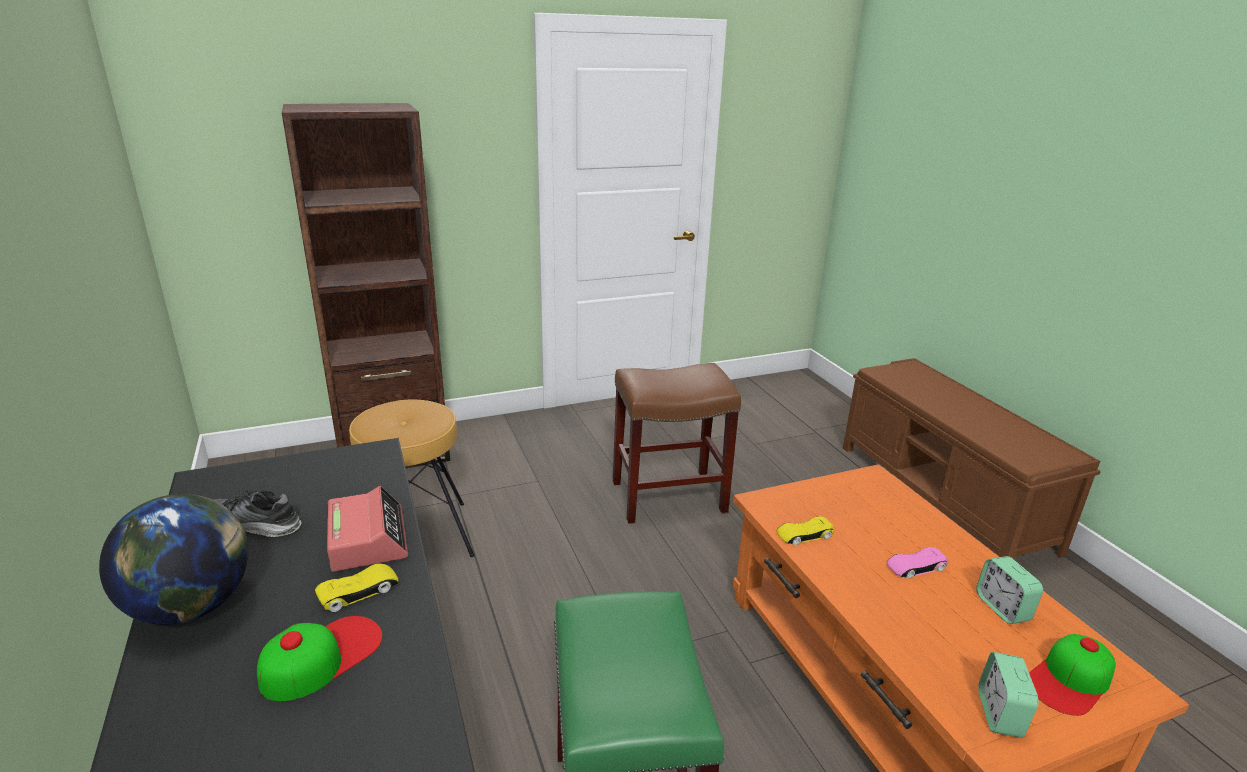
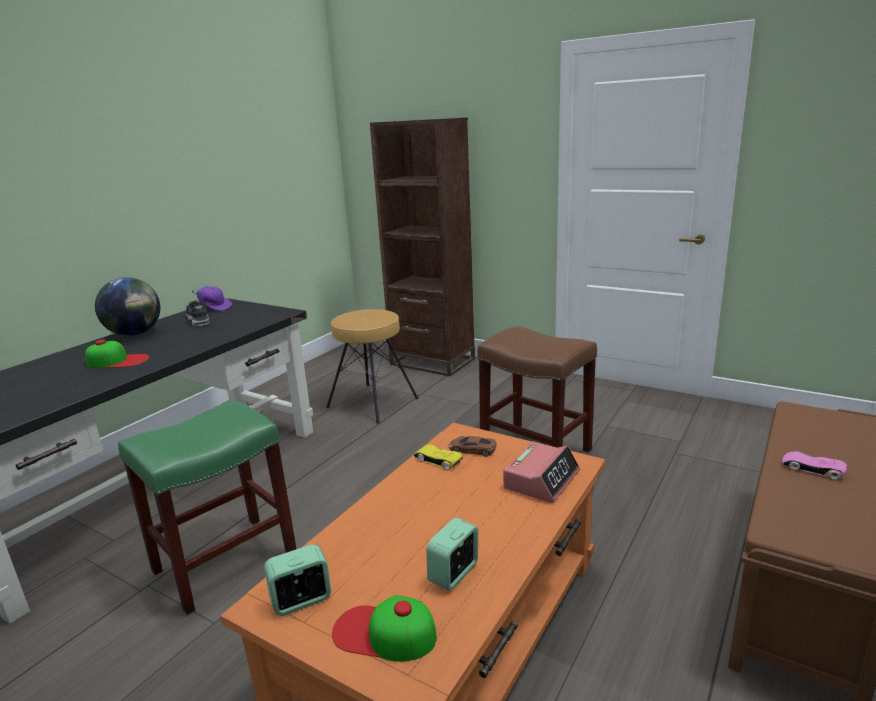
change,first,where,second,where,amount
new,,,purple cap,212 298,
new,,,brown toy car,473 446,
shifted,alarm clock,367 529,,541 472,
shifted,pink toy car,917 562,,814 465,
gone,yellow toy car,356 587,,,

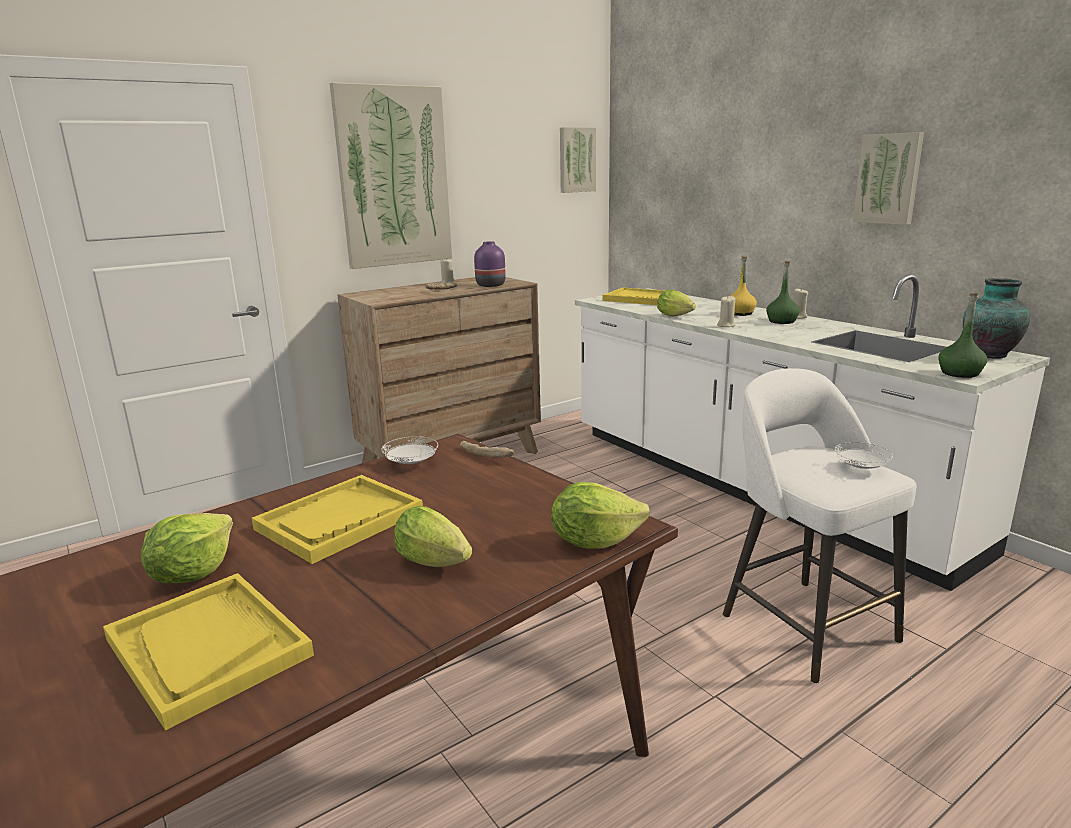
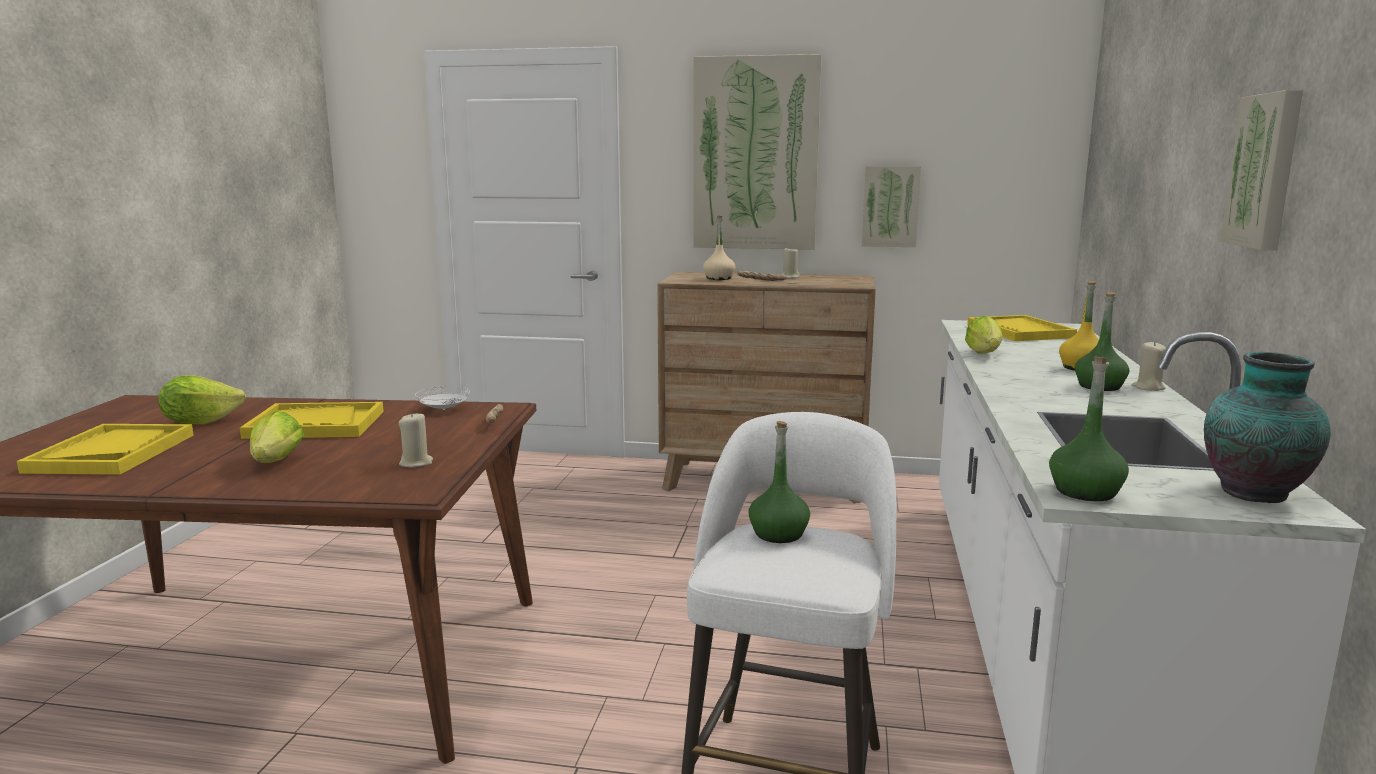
change,first,where,second,where,amount
shifted,beige candle,726 311,,416 439,
new,,,beige bottle,719 248,
new,,,green bottle,779 482,
shifted,picture,578 160,,891 206,
gone,purple vase,490 264,,,
gone,lettuce,600 515,,,
gone,white plate,864 455,,,

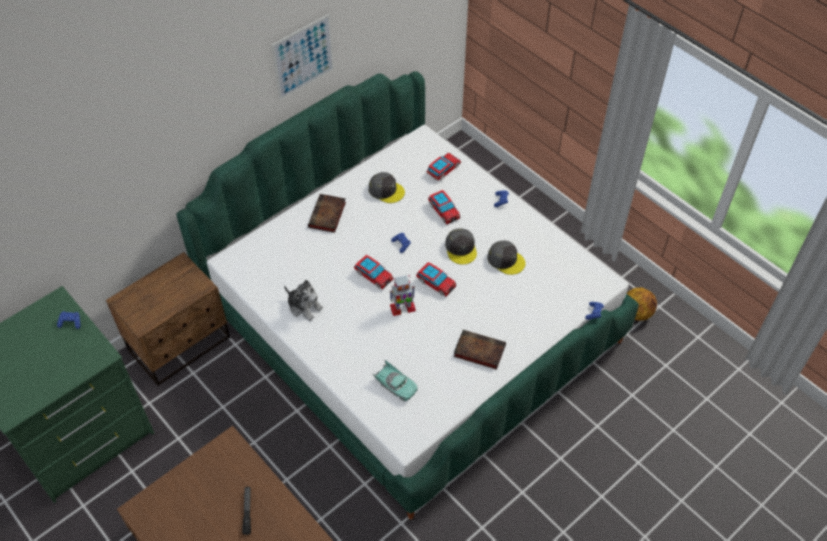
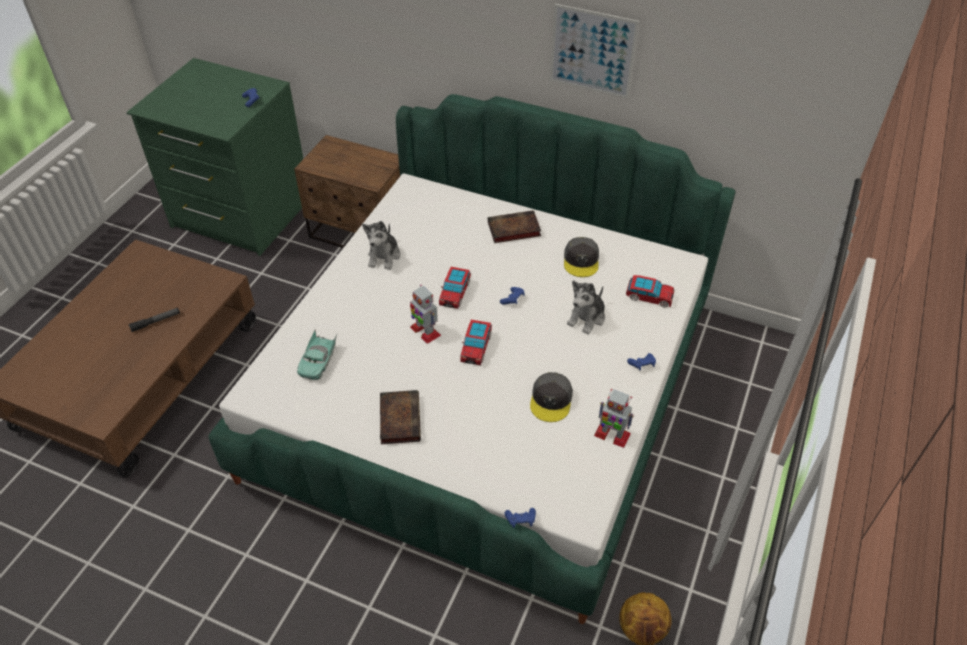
change,first,where,second,where,amount
swapped,toy car,444 207,plush toy,586 307,
new,,,toy robot,614 418,
gone,grey cap,461 246,,,

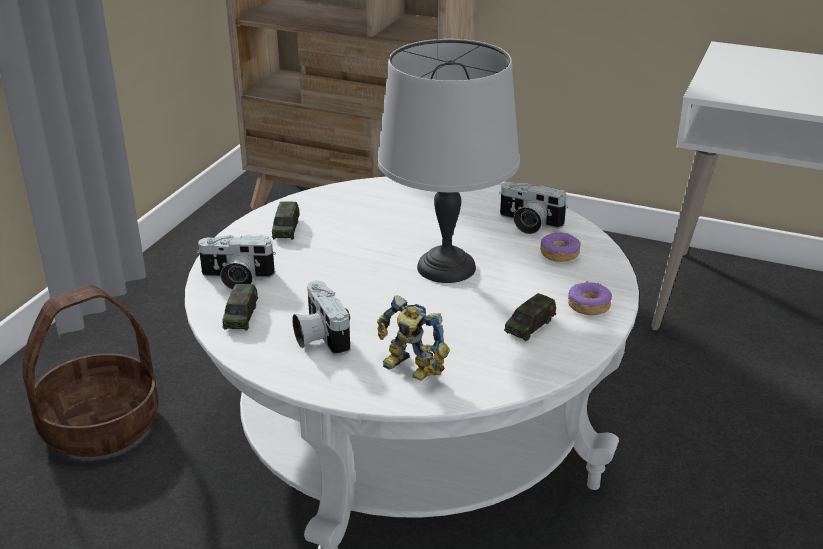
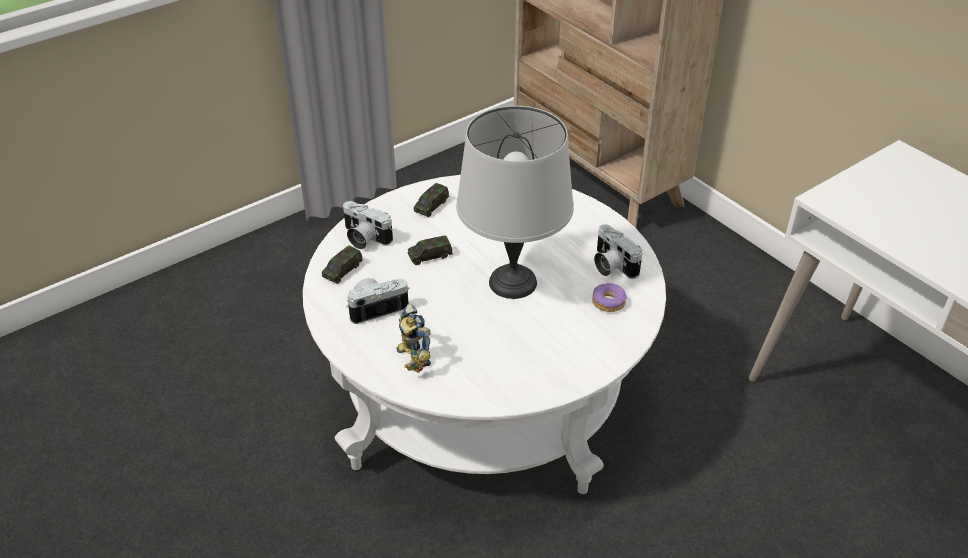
change,first,where,second,where,amount
rotated,photo camera,321 318,,378 301,60 degrees clockwise
shifted,toy car,530 317,,430 250,
gone,basket,90 371,,,
gone,donut,590 298,,,

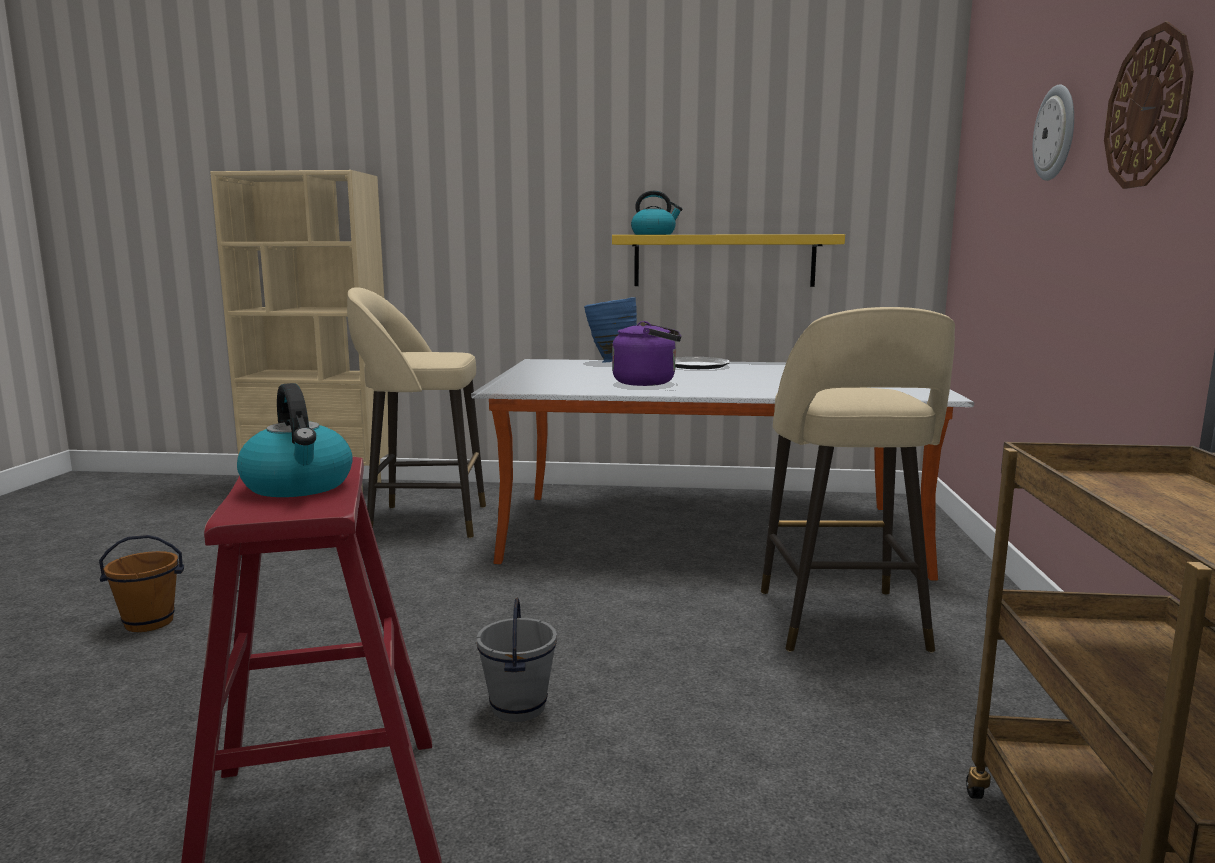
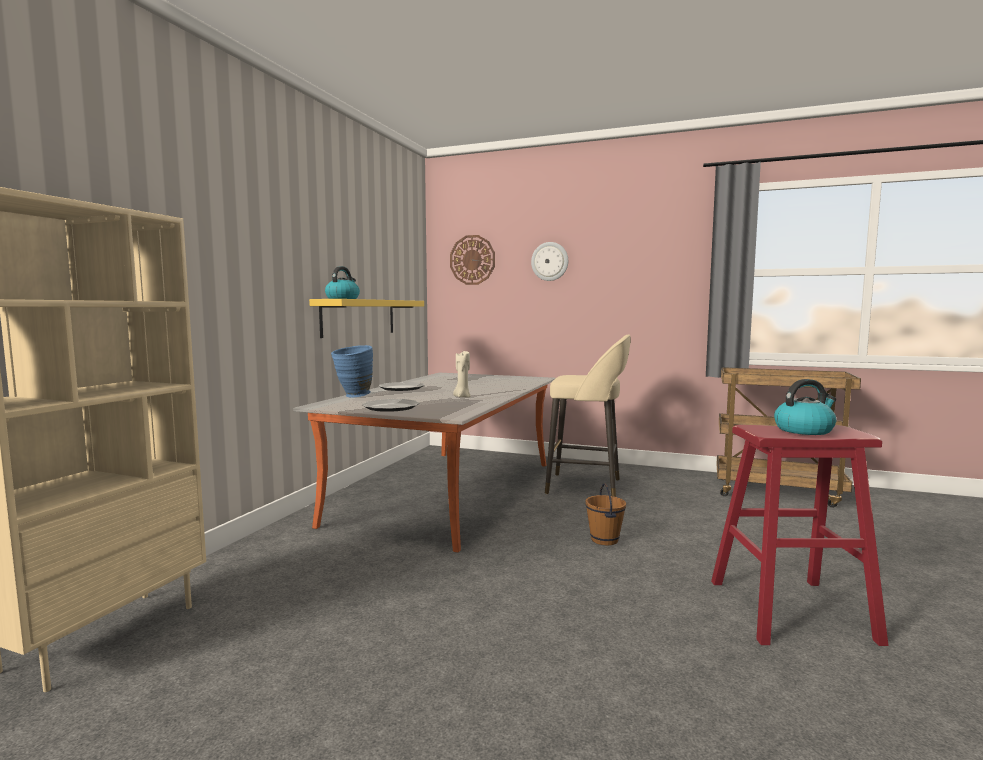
change,first,where,second,where,amount
new,,,plate,391 405,
shifted,wall clock,1149 105,,472 260,
swapped,purple kettle,646 353,beige candle,462 374,
shifted,brown bucket,141 583,,605 514,
gone,beige stool,416 412,,,
gone,grey bucket,516 660,,,

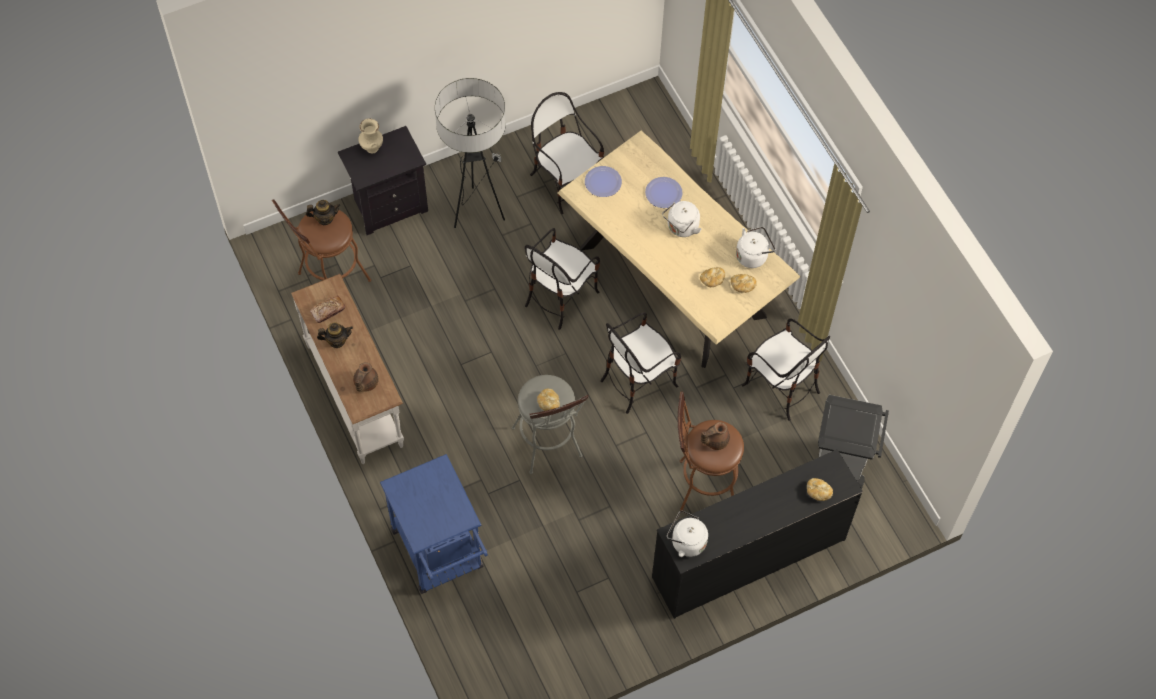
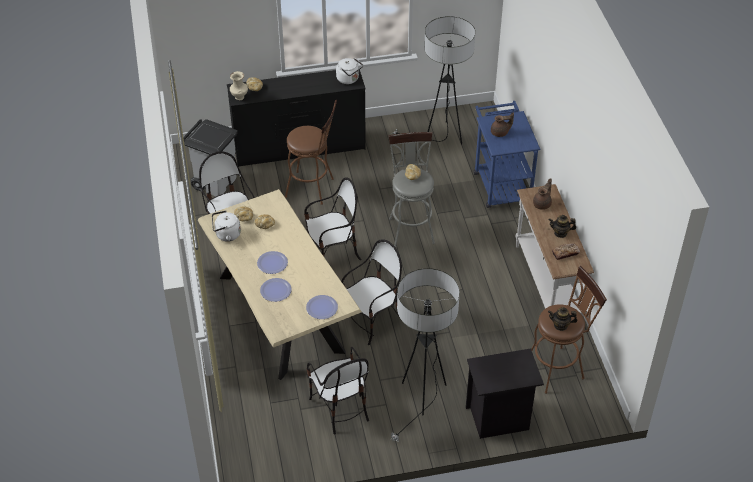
change,first,where,second,where,amount
shifted,beige vase,370 135,,239 85,
swapped,white kettle,681 219,plate,272 262,
new,,,floor lamp,433 80,
shifted,brown teapot,715 436,,502 124,

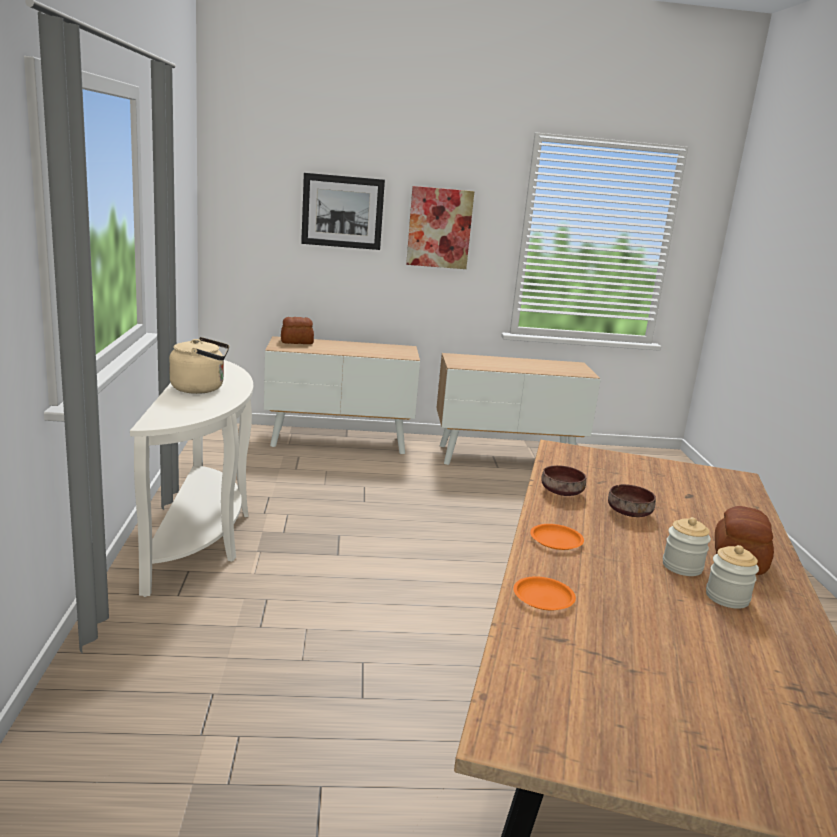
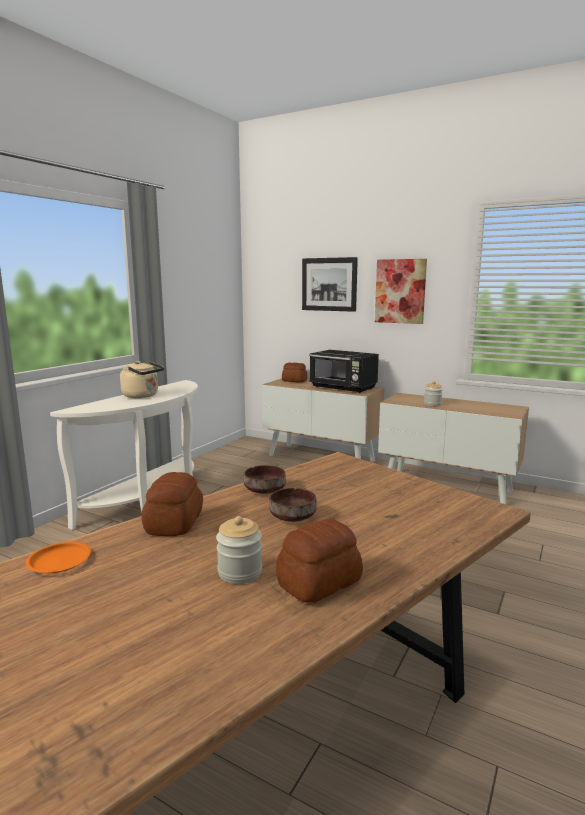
change,first,where,second,where,amount
swapped,orange plate,557 537,bread,172 504,
new,,,black microwave,344 371,
shifted,jar,732 577,,433 393,

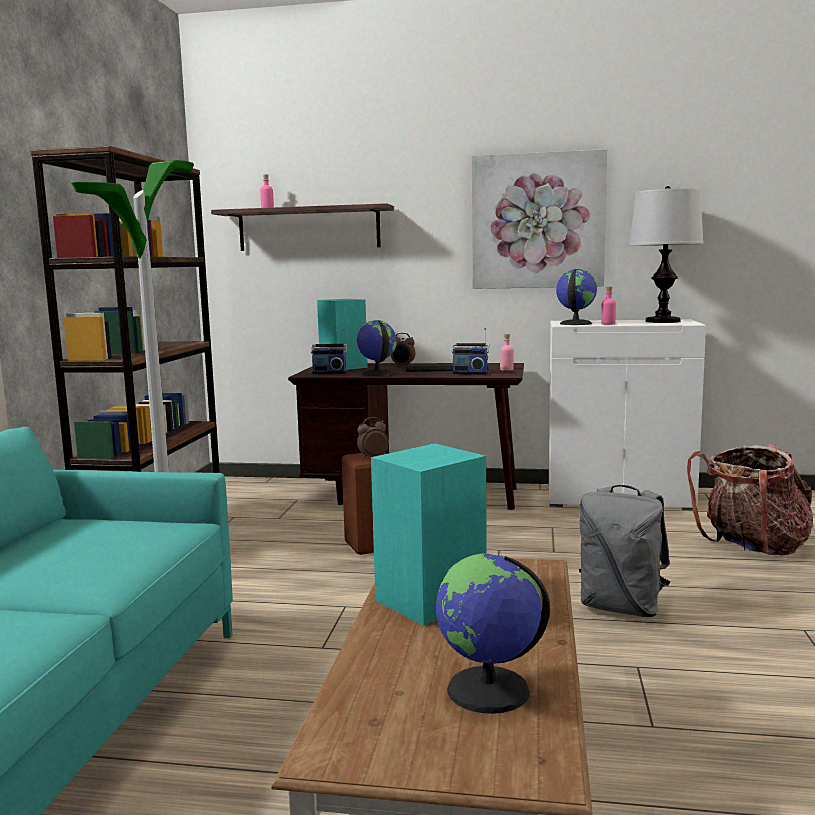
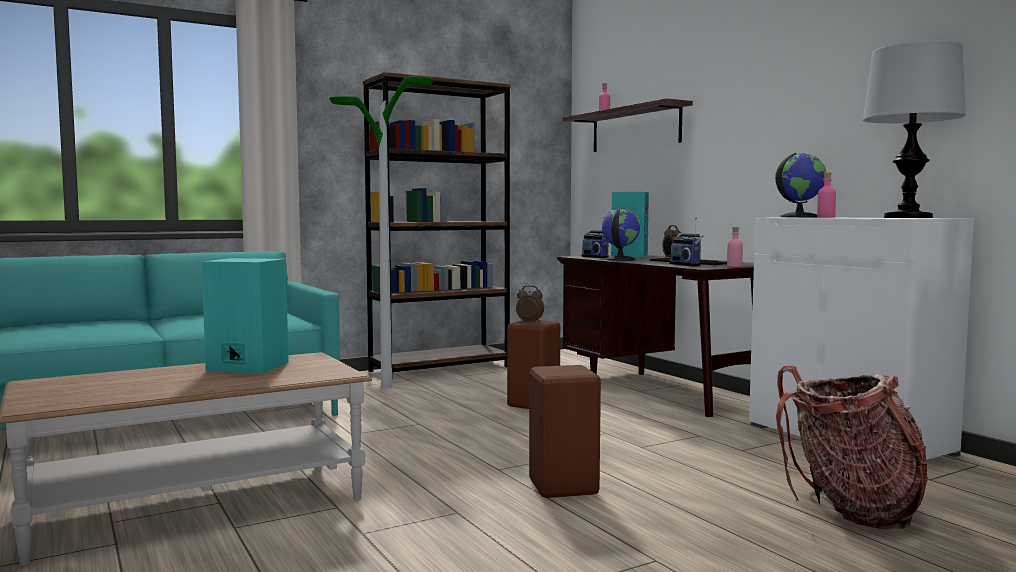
change,first,where,second,where,amount
swapped,grey backpack,624 551,brown stool,565 431,
gone,globe,493 633,,,
gone,picture,539 219,,,

